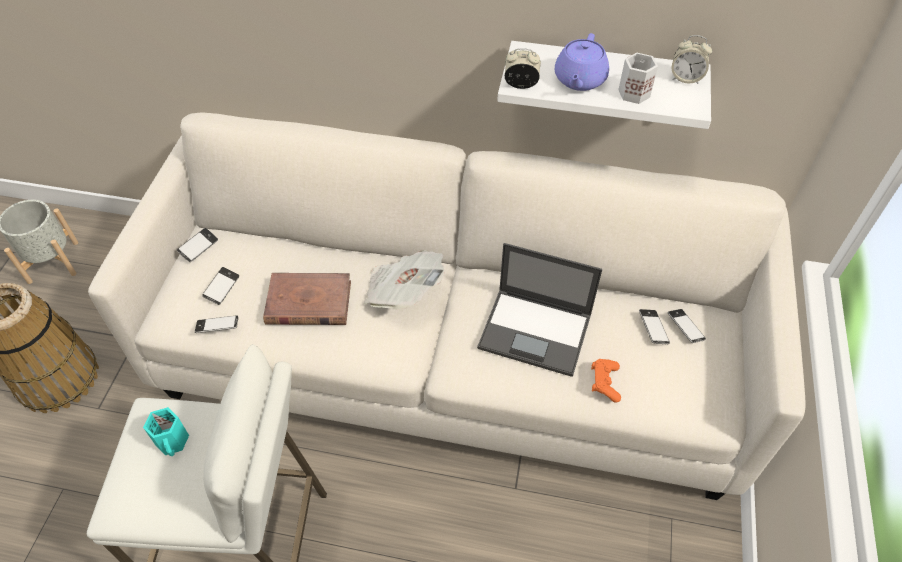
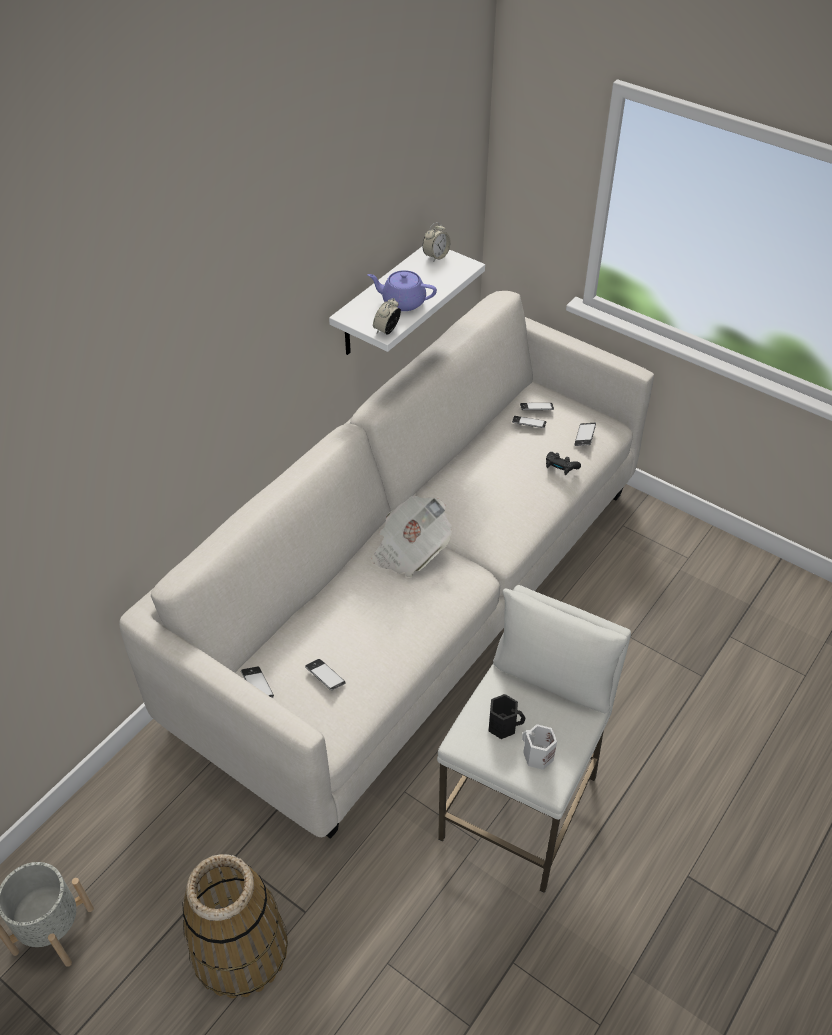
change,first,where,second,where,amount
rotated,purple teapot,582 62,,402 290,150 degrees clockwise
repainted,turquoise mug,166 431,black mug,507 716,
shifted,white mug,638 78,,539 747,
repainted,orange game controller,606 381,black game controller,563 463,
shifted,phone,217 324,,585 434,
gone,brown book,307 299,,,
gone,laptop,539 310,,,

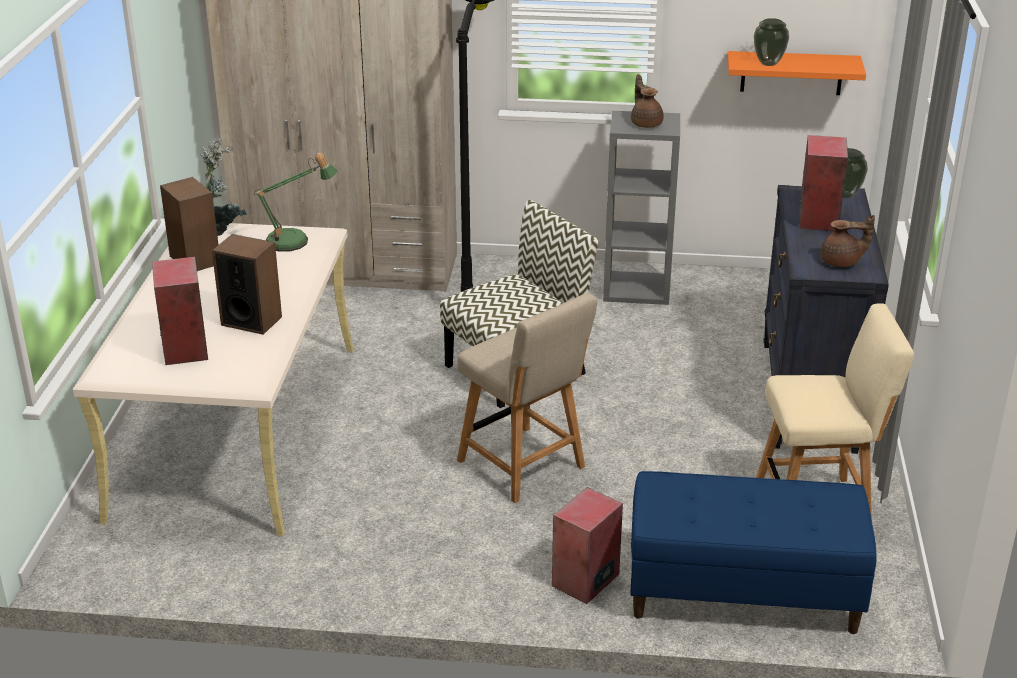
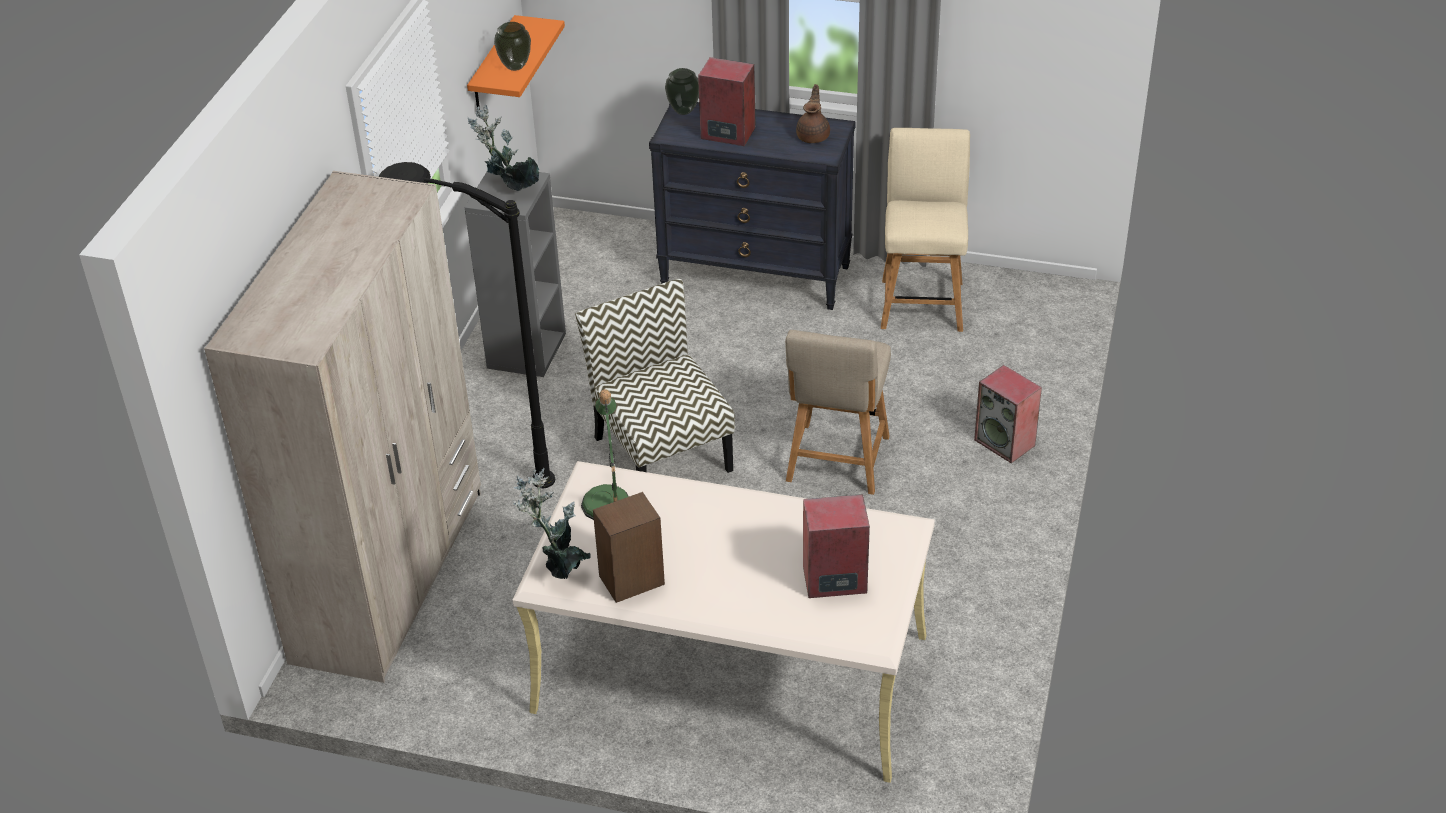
change,first,where,second,where,amount
swapped,brown teapot,647 101,potted plant,503 148,
rotated,beige chair,527 398,,838 412,135 degrees clockwise
gone,speaker,247 284,,,
gone,blue bench,753 552,,,

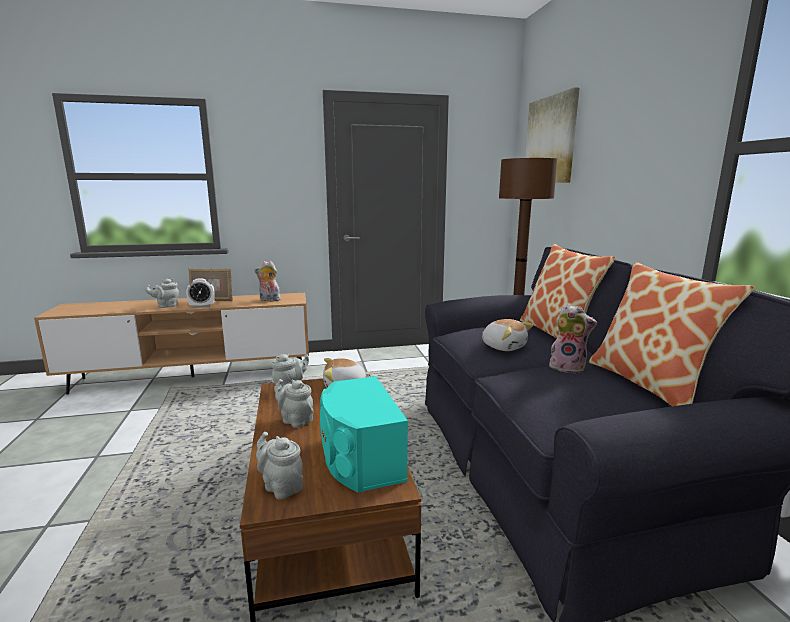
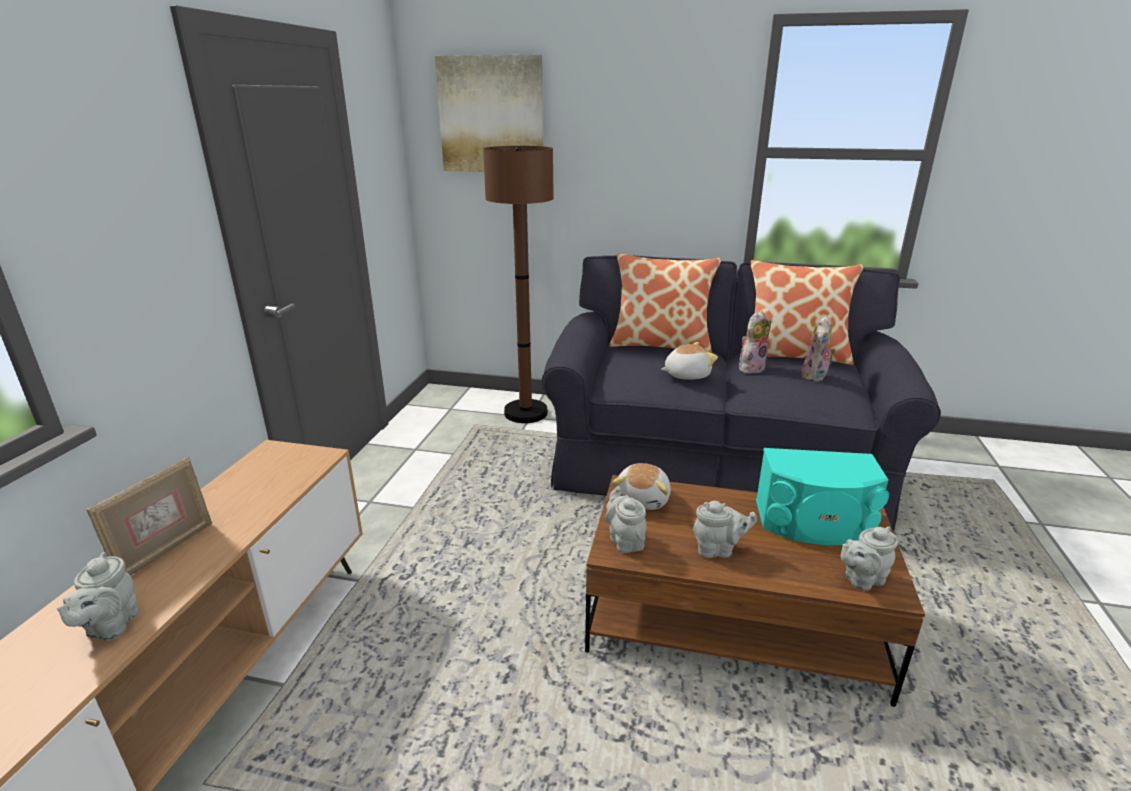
change,first,where,second,where,amount
rotated,grey teapot,293 403,,725 529,150 degrees counterclockwise
shifted,plush toy,267 281,,818 349,
gone,alarm clock,200 293,,,

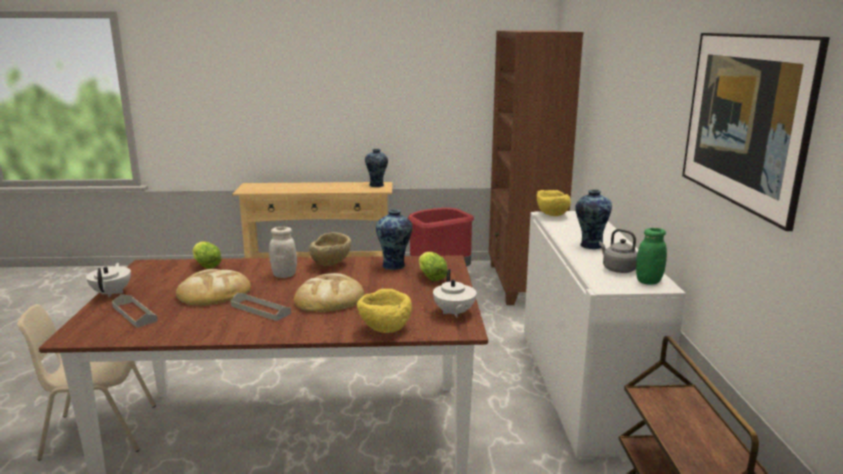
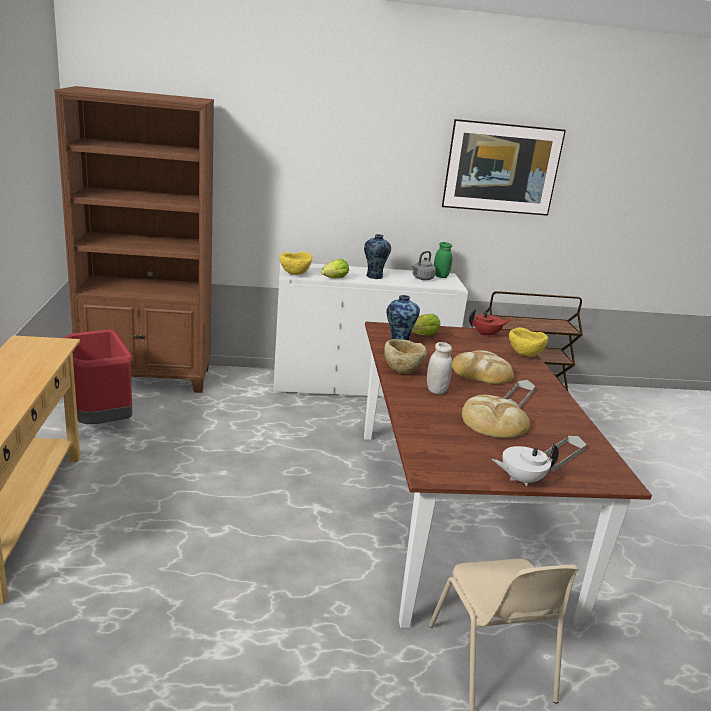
change,first,where,second,where,amount
shifted,lettuce,207 255,,335 268,
repainted,white teapot,454 293,red teapot,489 323,
gone,vase,376 168,,,

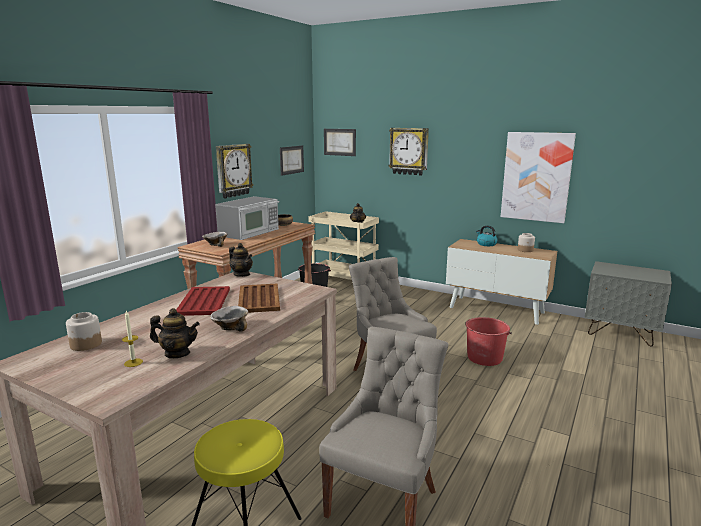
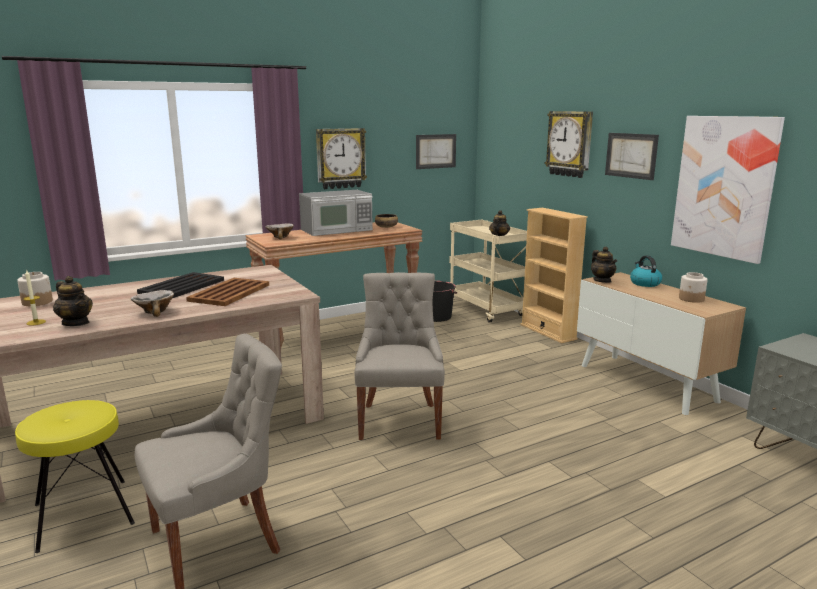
change,first,where,second,where,amount
repainted,red tray,203 301,black tray,180 285,
new,,,beige bookcase,554 275,
shifted,teapot,241 260,,604 265,
shifted,picture,340 142,,632 156,
gone,red bucket,489 341,,,

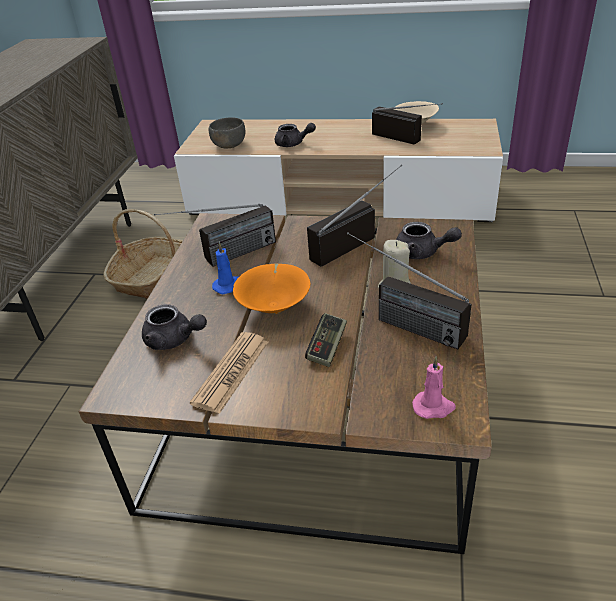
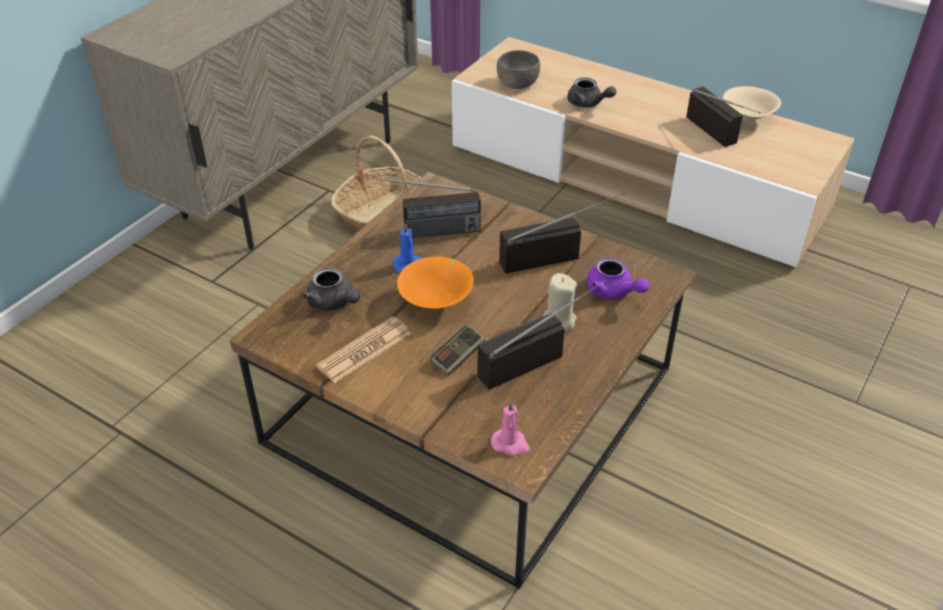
change,first,where,second,where,amount
rotated,radio,409 291,,541 335,90 degrees clockwise
repainted,grey teapot,429 240,purple teapot,618 278,

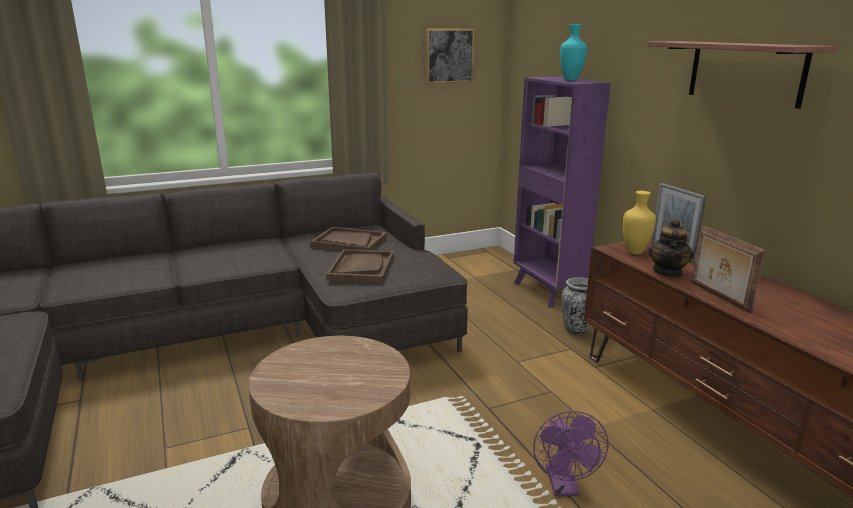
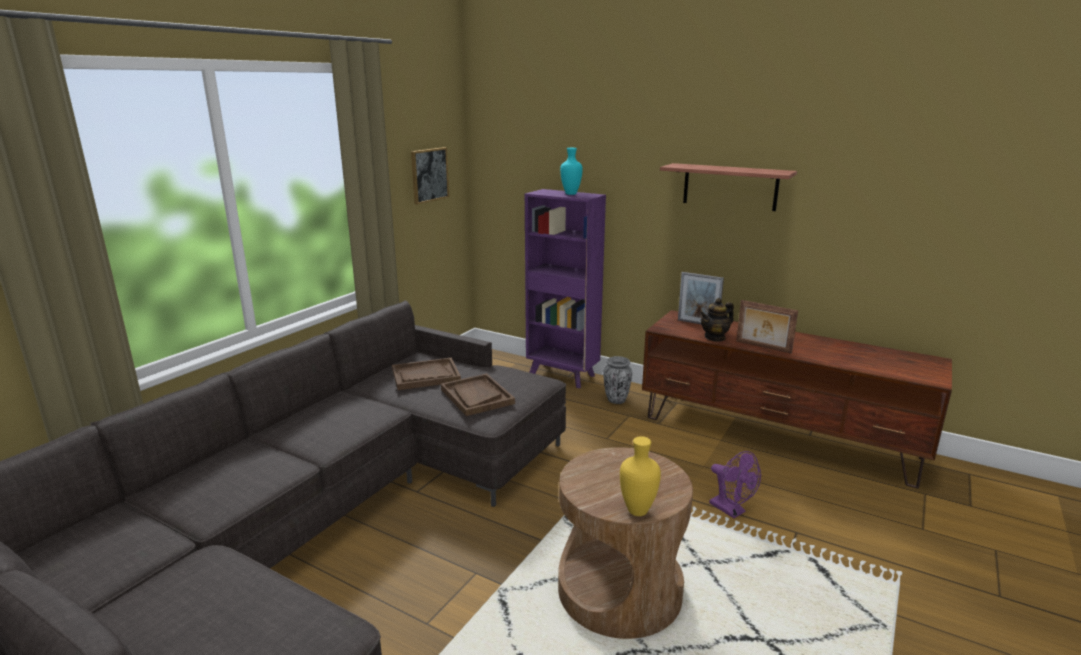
change,first,where,second,where,amount
shifted,yellow vase,639 222,,640 476,
rotated,teapot,671 247,,717 320,75 degrees clockwise

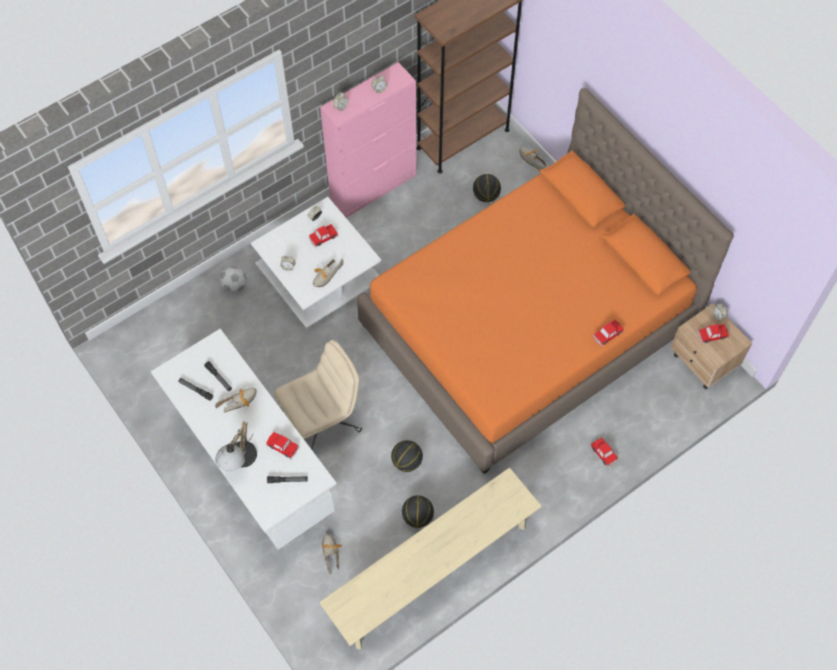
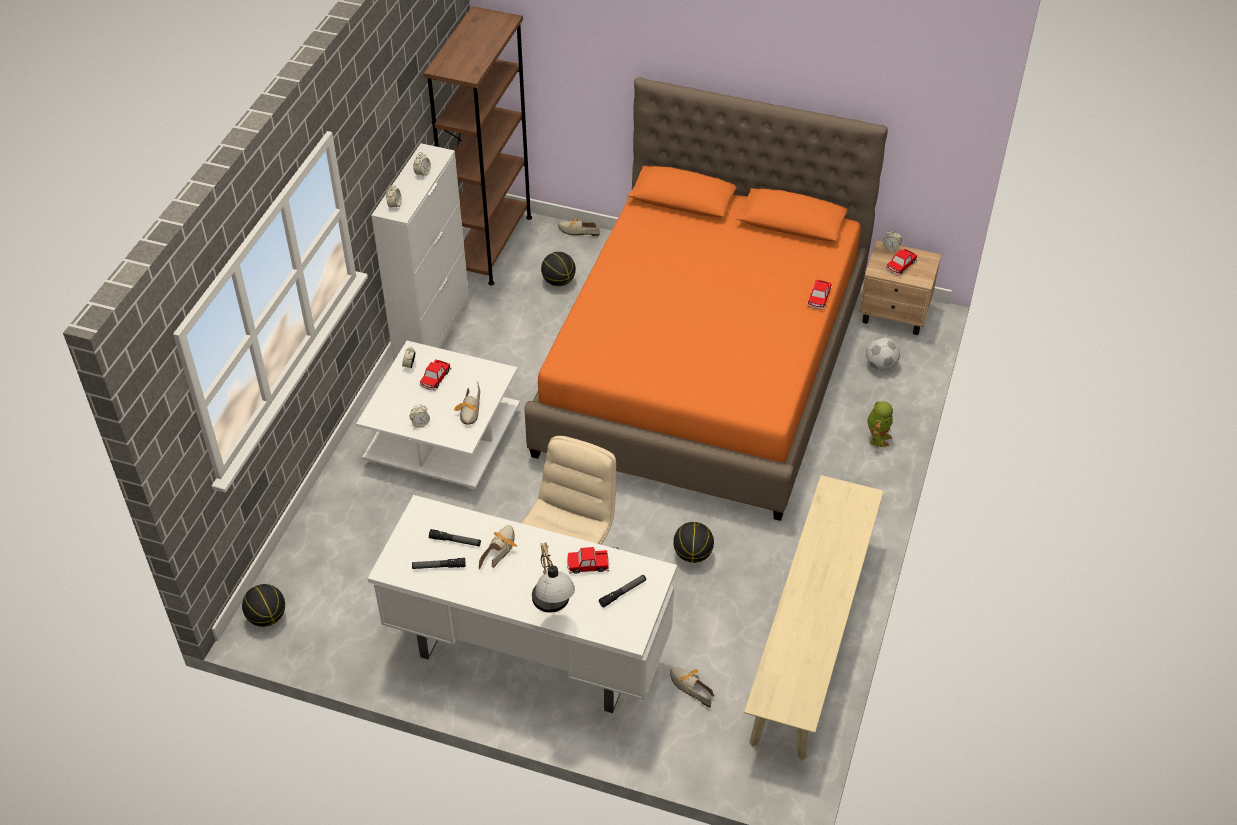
change,first,where,second,where,amount
shifted,basketball,418 511,,263 605,
repainted,pink cabinet,368 140,white cabinet,420 252,
shifted,football,233 279,,883 354,
swapped,toy car,604 452,toy robot,880 424,

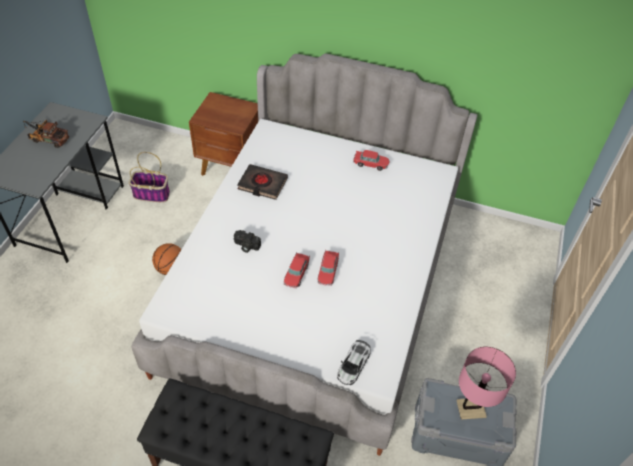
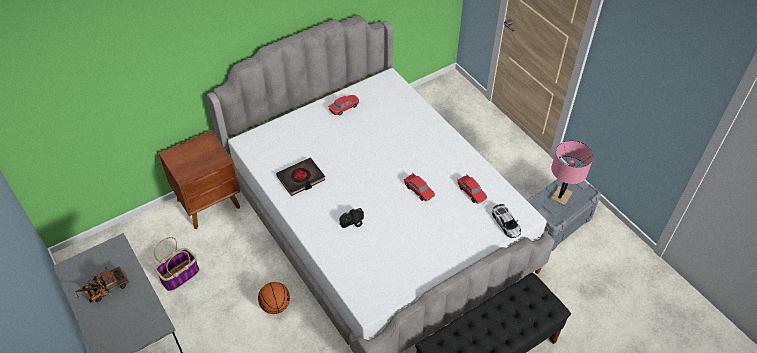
change,first,where,second,where,amount
shifted,toy car,296 270,,472 189,

